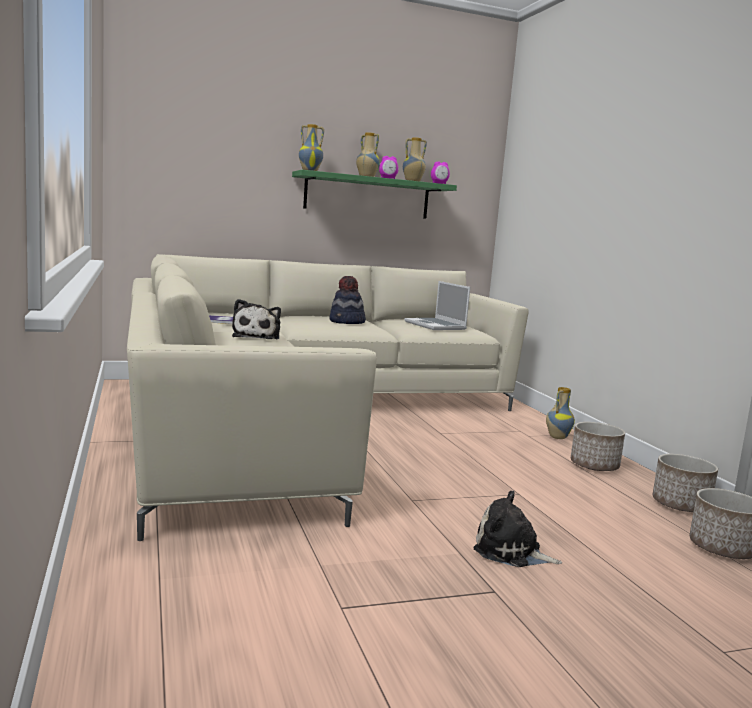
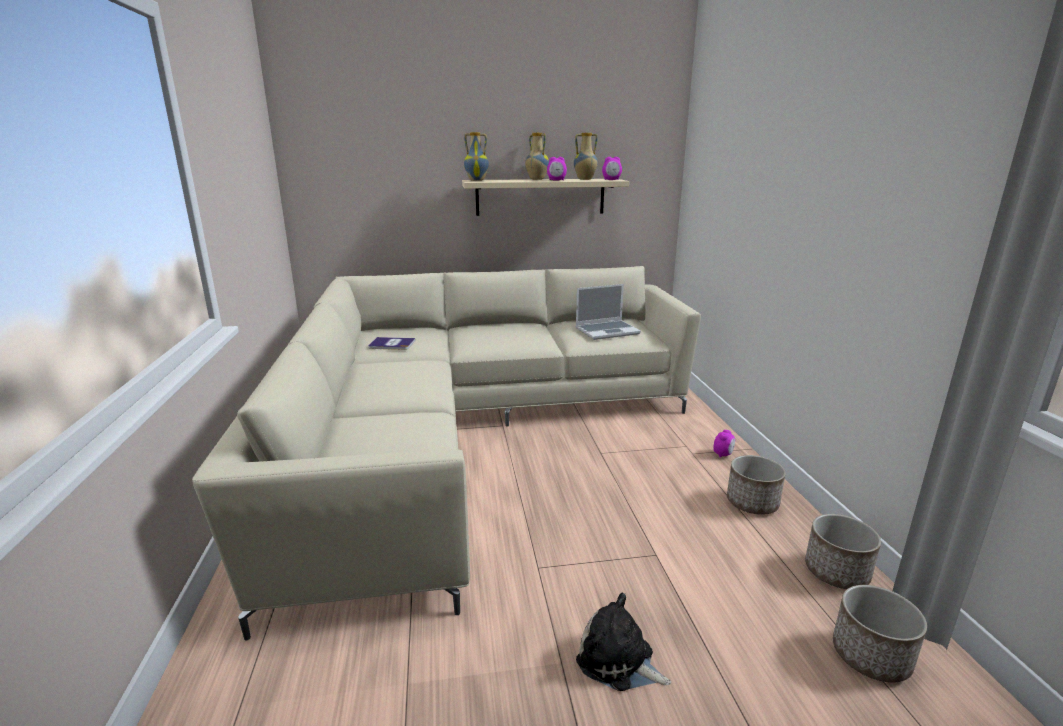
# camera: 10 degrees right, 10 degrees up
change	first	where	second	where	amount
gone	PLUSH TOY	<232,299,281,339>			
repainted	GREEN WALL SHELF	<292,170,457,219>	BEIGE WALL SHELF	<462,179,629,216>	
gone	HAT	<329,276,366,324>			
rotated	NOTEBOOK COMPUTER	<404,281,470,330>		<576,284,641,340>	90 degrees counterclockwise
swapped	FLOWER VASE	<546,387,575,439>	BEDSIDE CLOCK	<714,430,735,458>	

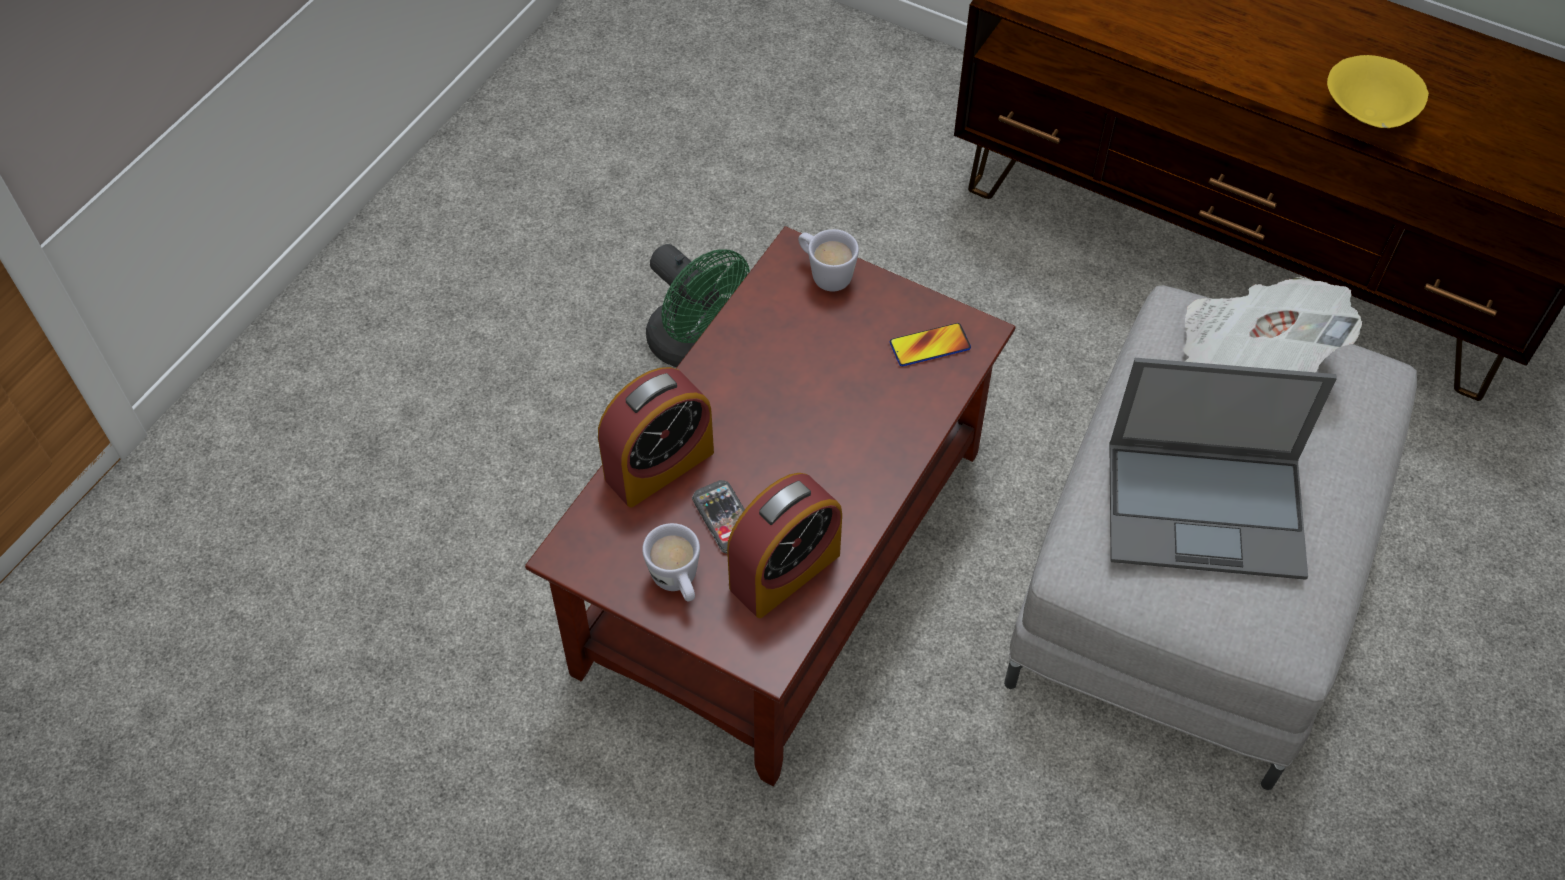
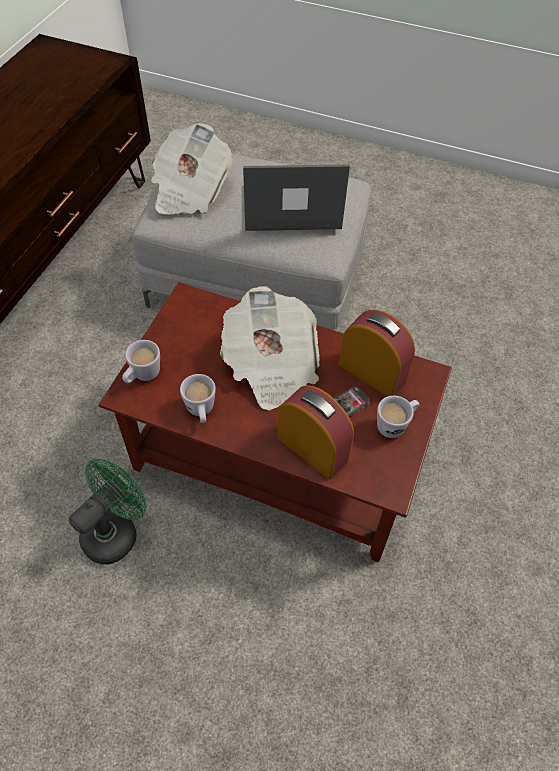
# camera: 100 degrees left, 0 degrees up
change	first	where	second	where	amount
gone	TELEPHONE	<890,323,971,366>			
rotated	NOTEBOOK COMPUTER	<1109,358,1337,580>		<243,164,350,231>	90 degrees counterclockwise
gone	YELLOW SERVING BOWL	<1327,55,1429,128>			
new			WHITE-COLOURED COFFEE MUG	<180,374,216,423>	
new			PRINTED PAPER	<220,286,320,411>	

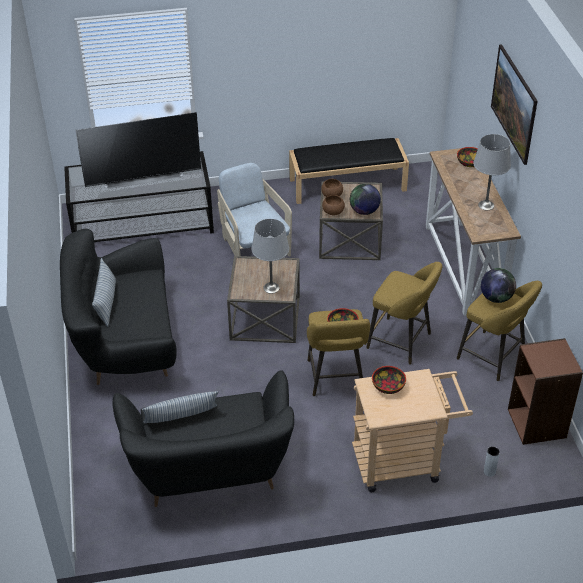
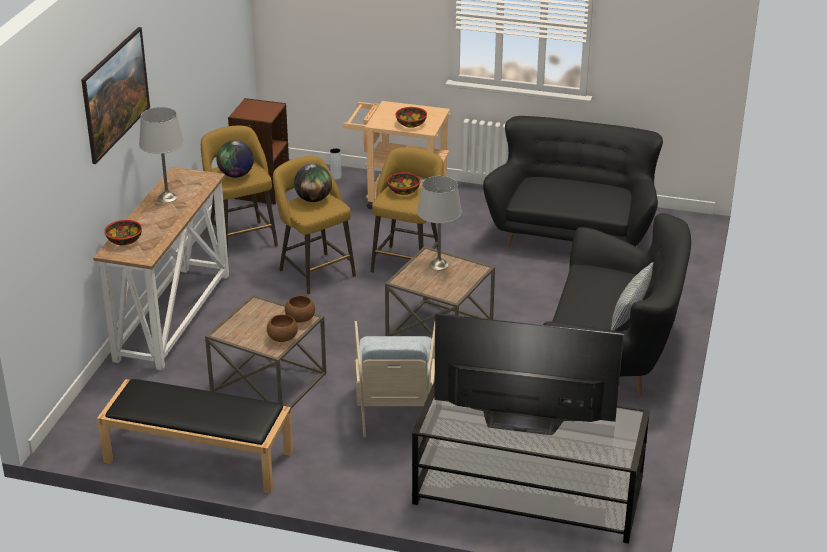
# camera: 155 degrees left, 10 degrees down
change	first	where	second	where	amount
gone	PILLOW	<142,391,218,423>			
shifted	DESK GLOBE	<350,184,381,215>		<294,164,332,202>	

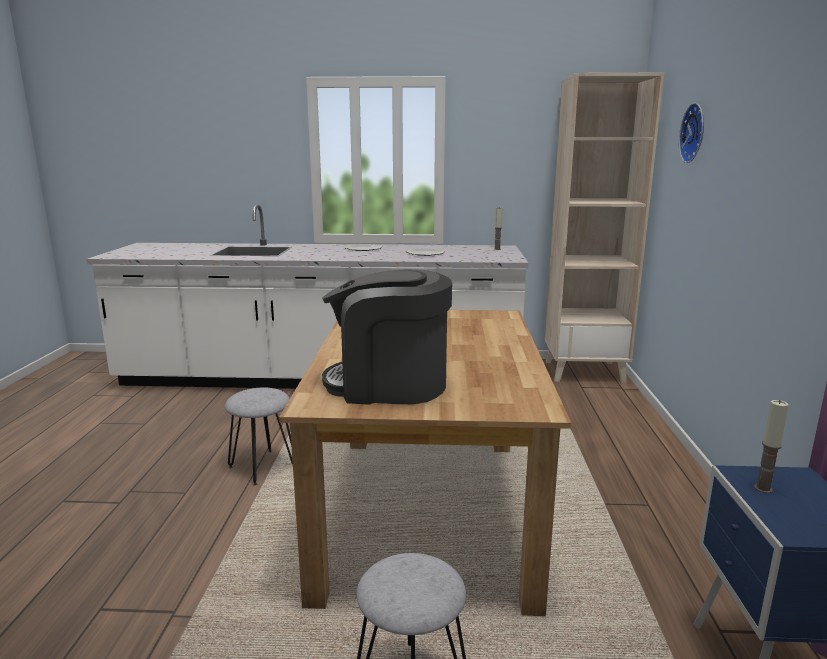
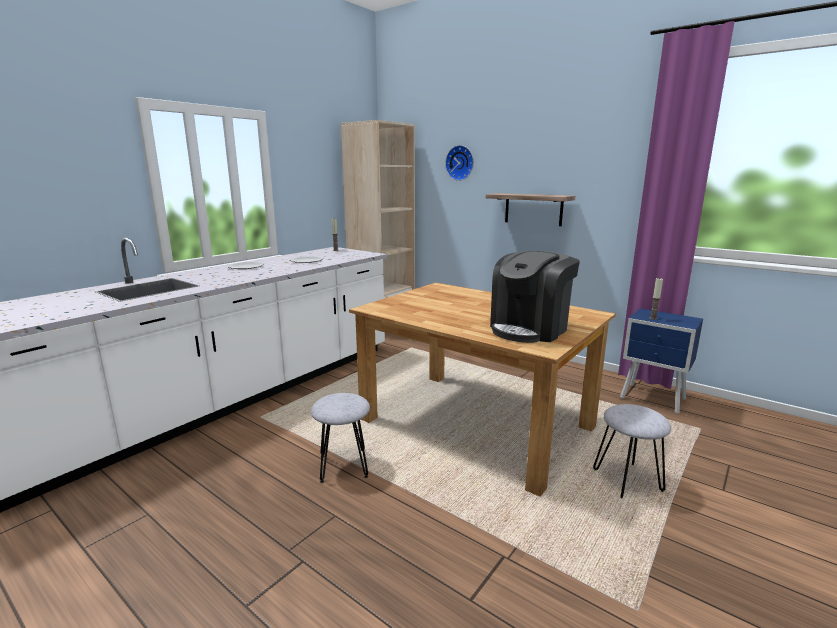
# camera: 55 degrees left, 0 degrees up
change	first	where	second	where	amount
new			WALL SHELF	<486,193,575,226>	

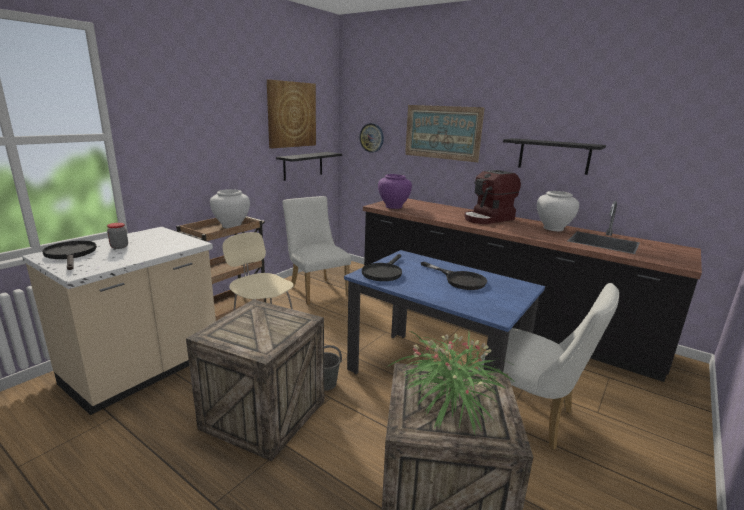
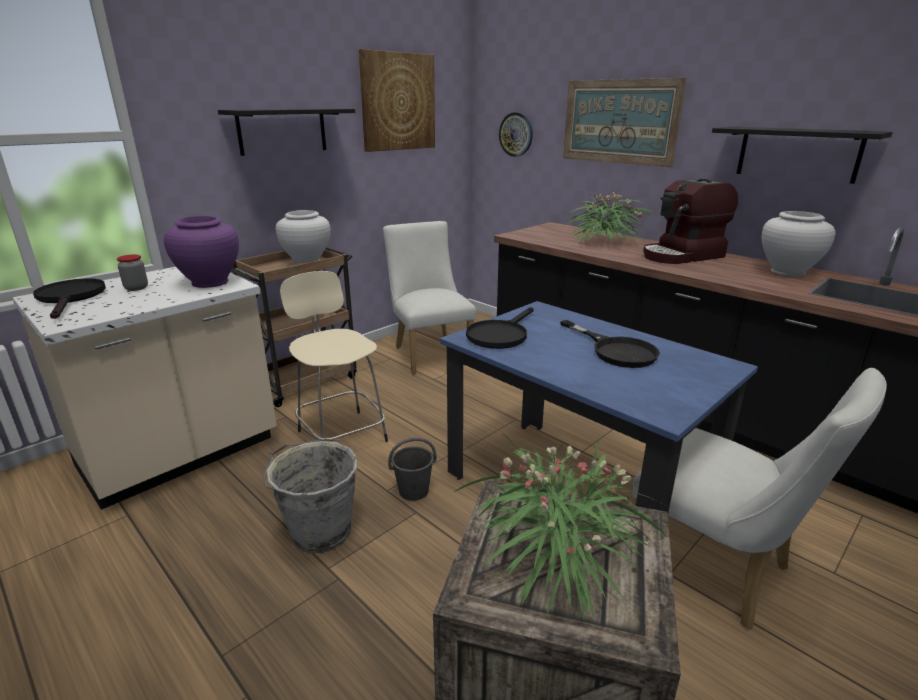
# camera: 10 degrees right, 5 degrees up
change	first	where	second	where	amount
swapped	SHIPPING CRATE	<186,299,324,461>	GREY BUCKET	<263,439,358,553>	
shifted	BLACK-COLOURED WALL SHELF	<276,152,342,181>		<218,108,355,156>	
shifted	PURPLE-COLOURED FLOWER VASE	<378,174,412,209>		<164,216,239,288>	
new			HOUSEPLANT	<566,192,653,249>	

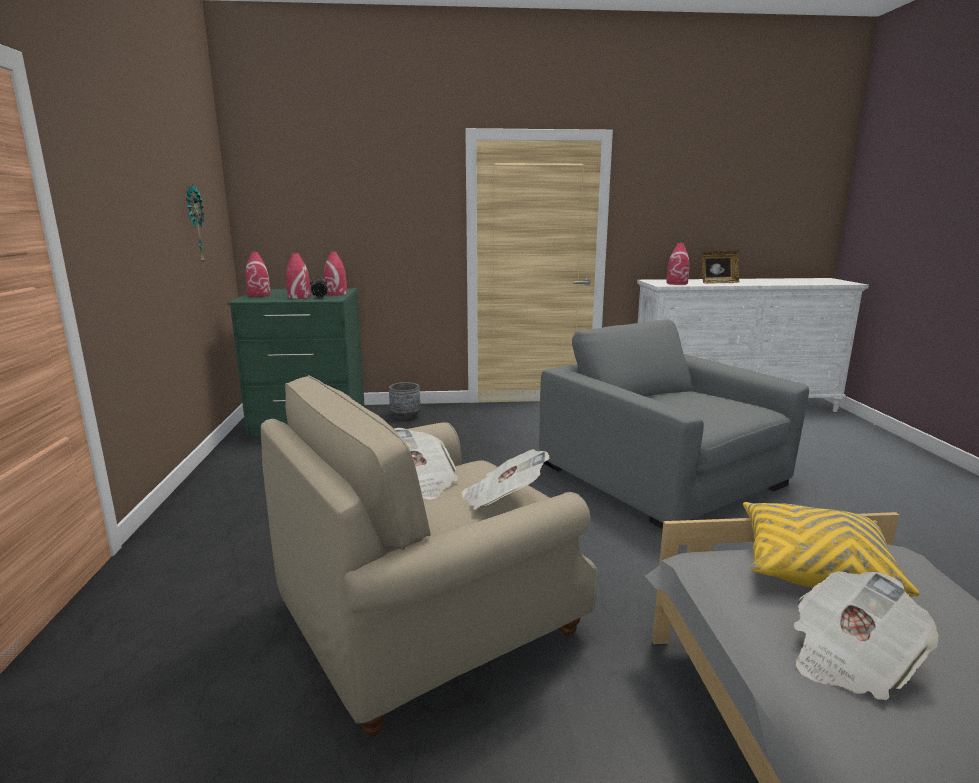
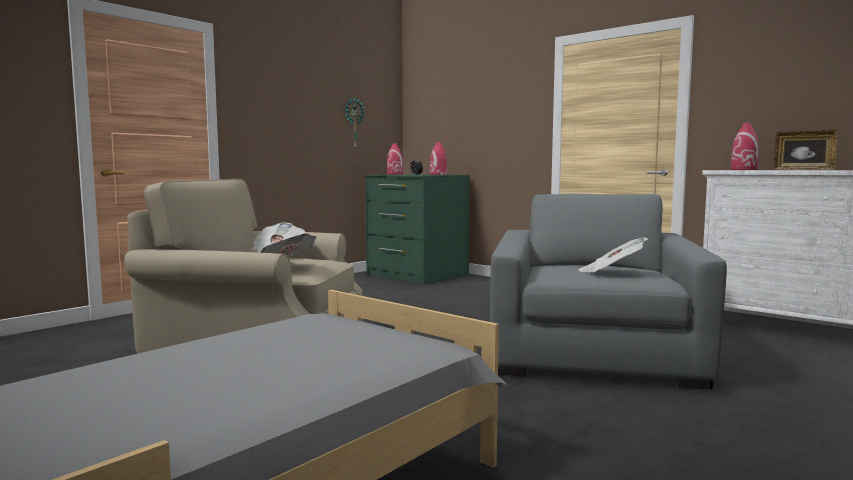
# camera: 45 degrees right, 10 degrees down
change	first	where	second	where	amount
gone	REDDISH FLOWER VASE	<286,253,311,299>			
gone	GREY PLANT POT	<389,382,420,420>			
gone	YELLOW PILLOW	<743,502,920,596>			
shifted	PRINTED PAPER	<793,571,939,700>		<579,237,648,273>	

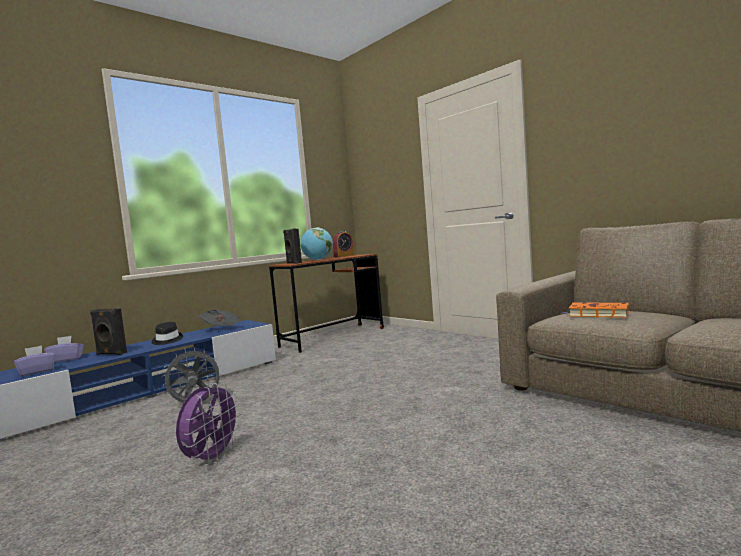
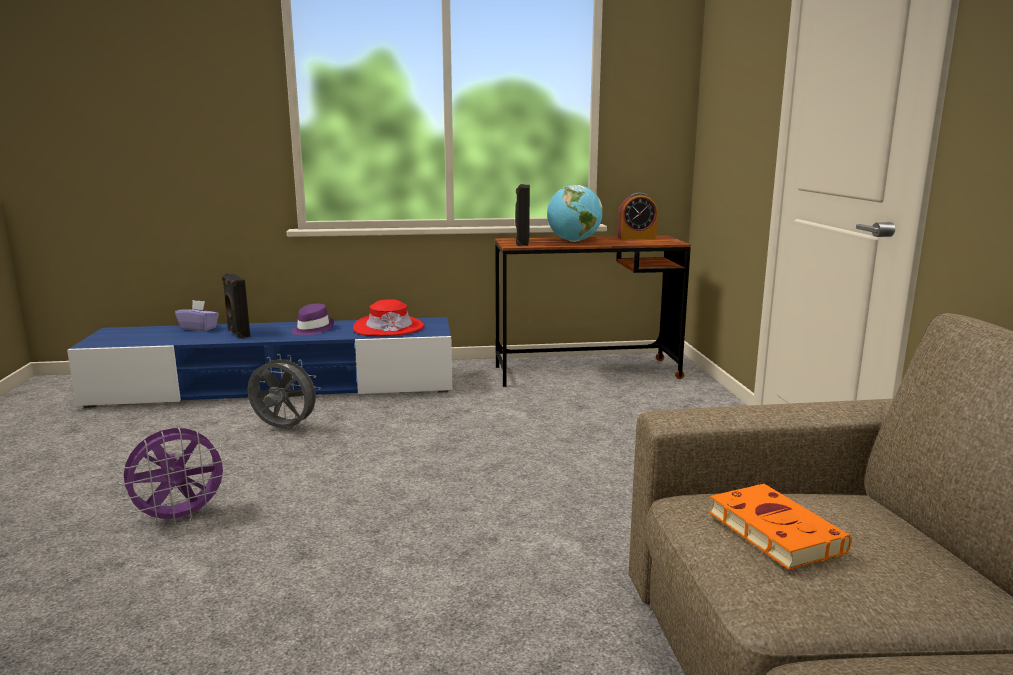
# camera: 35 degrees right, 10 degrees up
change	first	where	second	where	amount
gone	PURPLE-COLOURED TISSUE BOX	<14,345,55,376>			
repainted	BLACK-COLOURED HAT	<151,322,183,345>	PURPLE-COLOURED HAT	<292,304,334,335>	
swapped	PRINTED PAPER	<197,310,239,326>	REDDISH HAT	<353,299,424,336>	

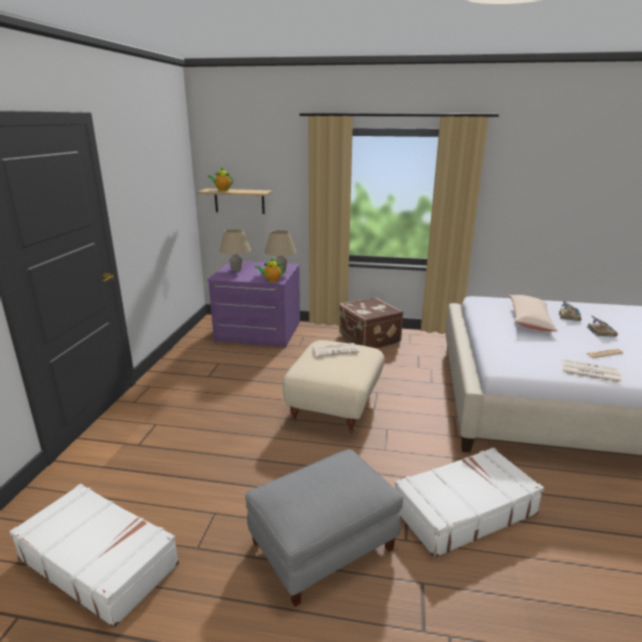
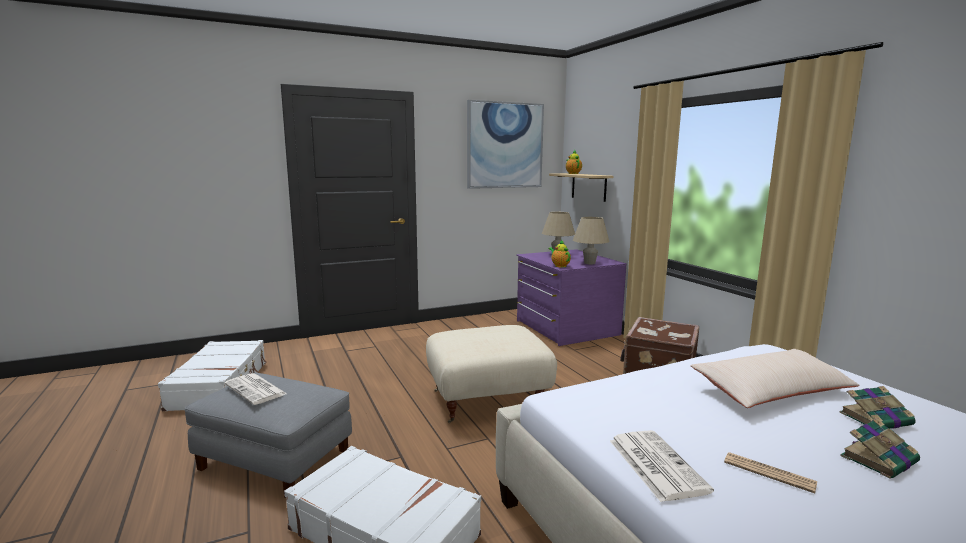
# camera: 55 degrees right, 10 degrees down
change	first	where	second	where	amount
shifted	PRINTED PAPER	<313,343,360,357>		<224,373,287,405>	
new			WALL ART	<467,100,544,189>	

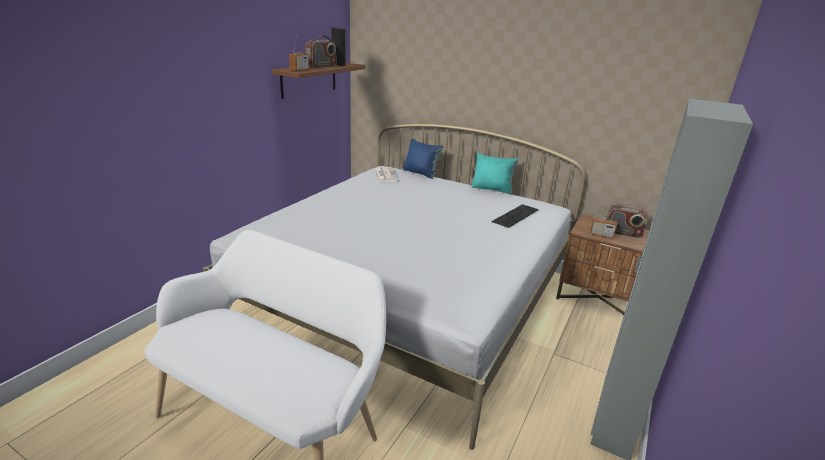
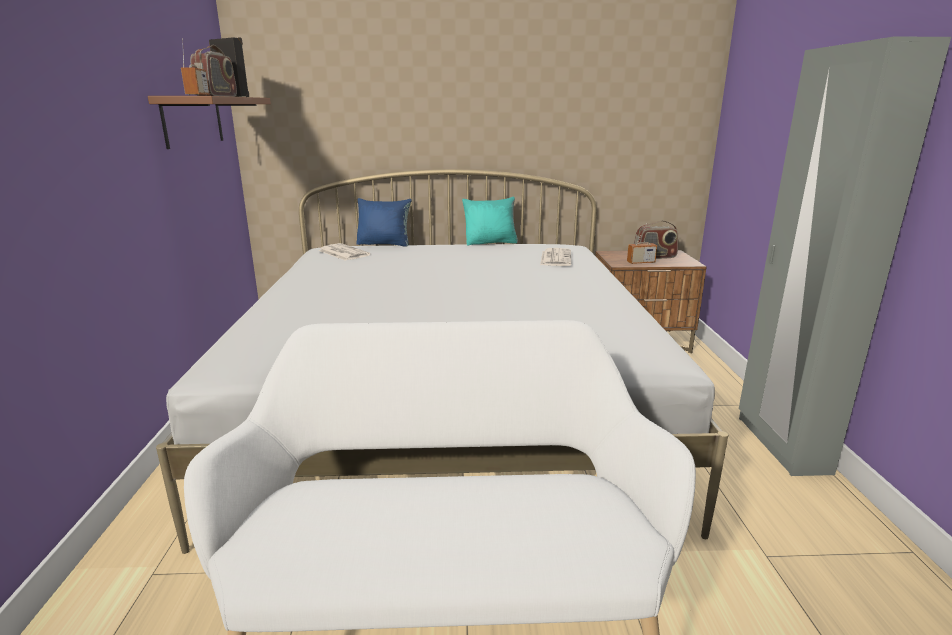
# camera: 30 degrees left, 5 degrees down
change	first	where	second	where	amount
swapped	KEYBOARD	<492,204,539,228>	PRINTED PAPER	<540,248,571,266>	

